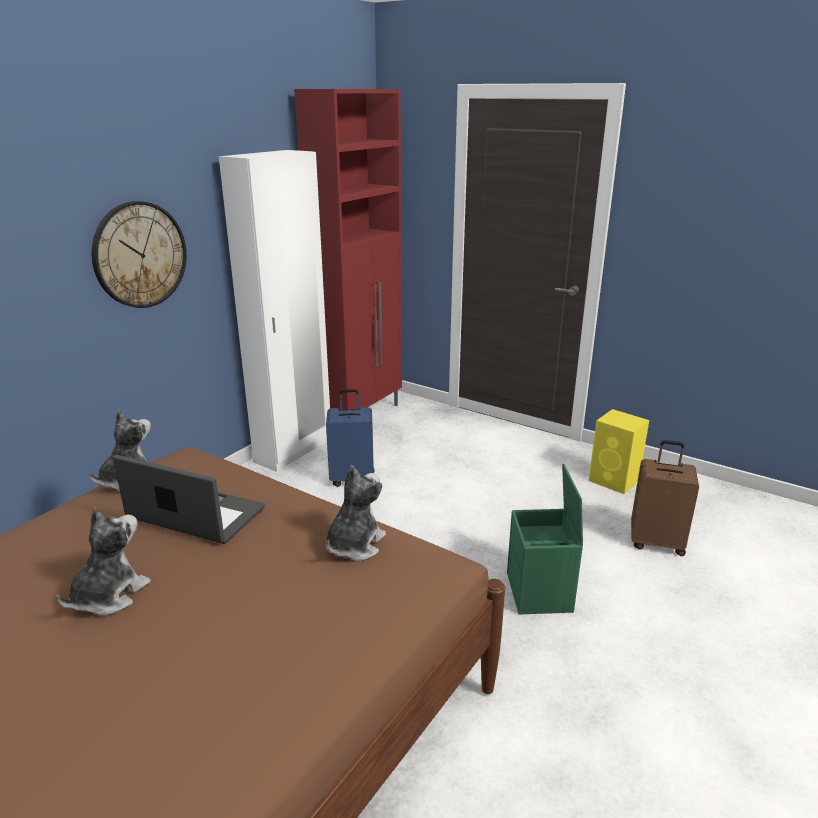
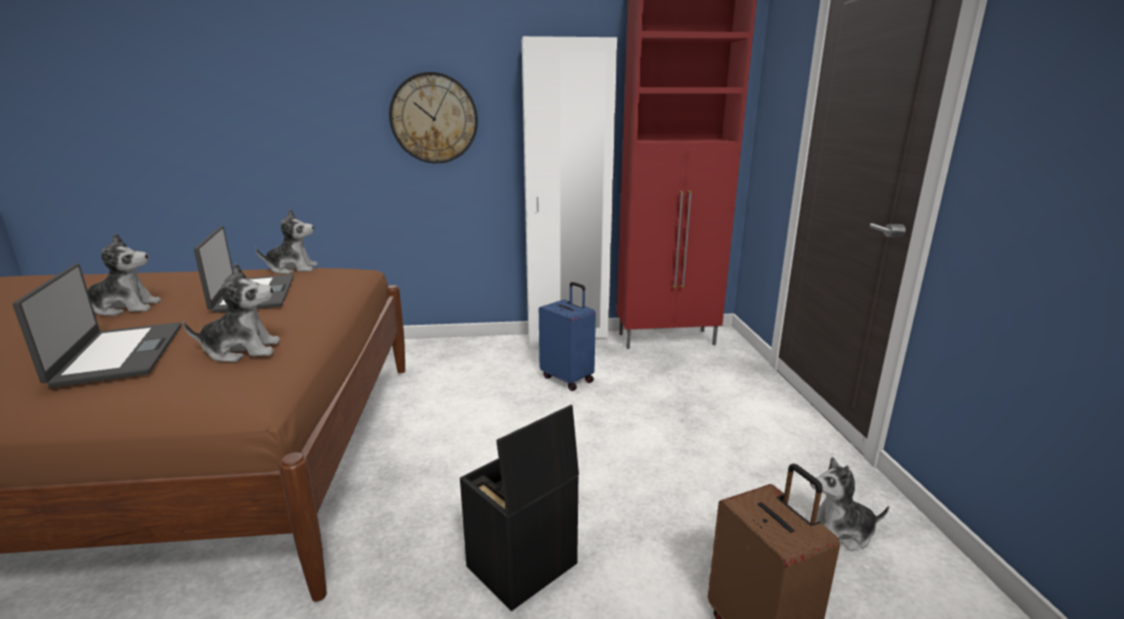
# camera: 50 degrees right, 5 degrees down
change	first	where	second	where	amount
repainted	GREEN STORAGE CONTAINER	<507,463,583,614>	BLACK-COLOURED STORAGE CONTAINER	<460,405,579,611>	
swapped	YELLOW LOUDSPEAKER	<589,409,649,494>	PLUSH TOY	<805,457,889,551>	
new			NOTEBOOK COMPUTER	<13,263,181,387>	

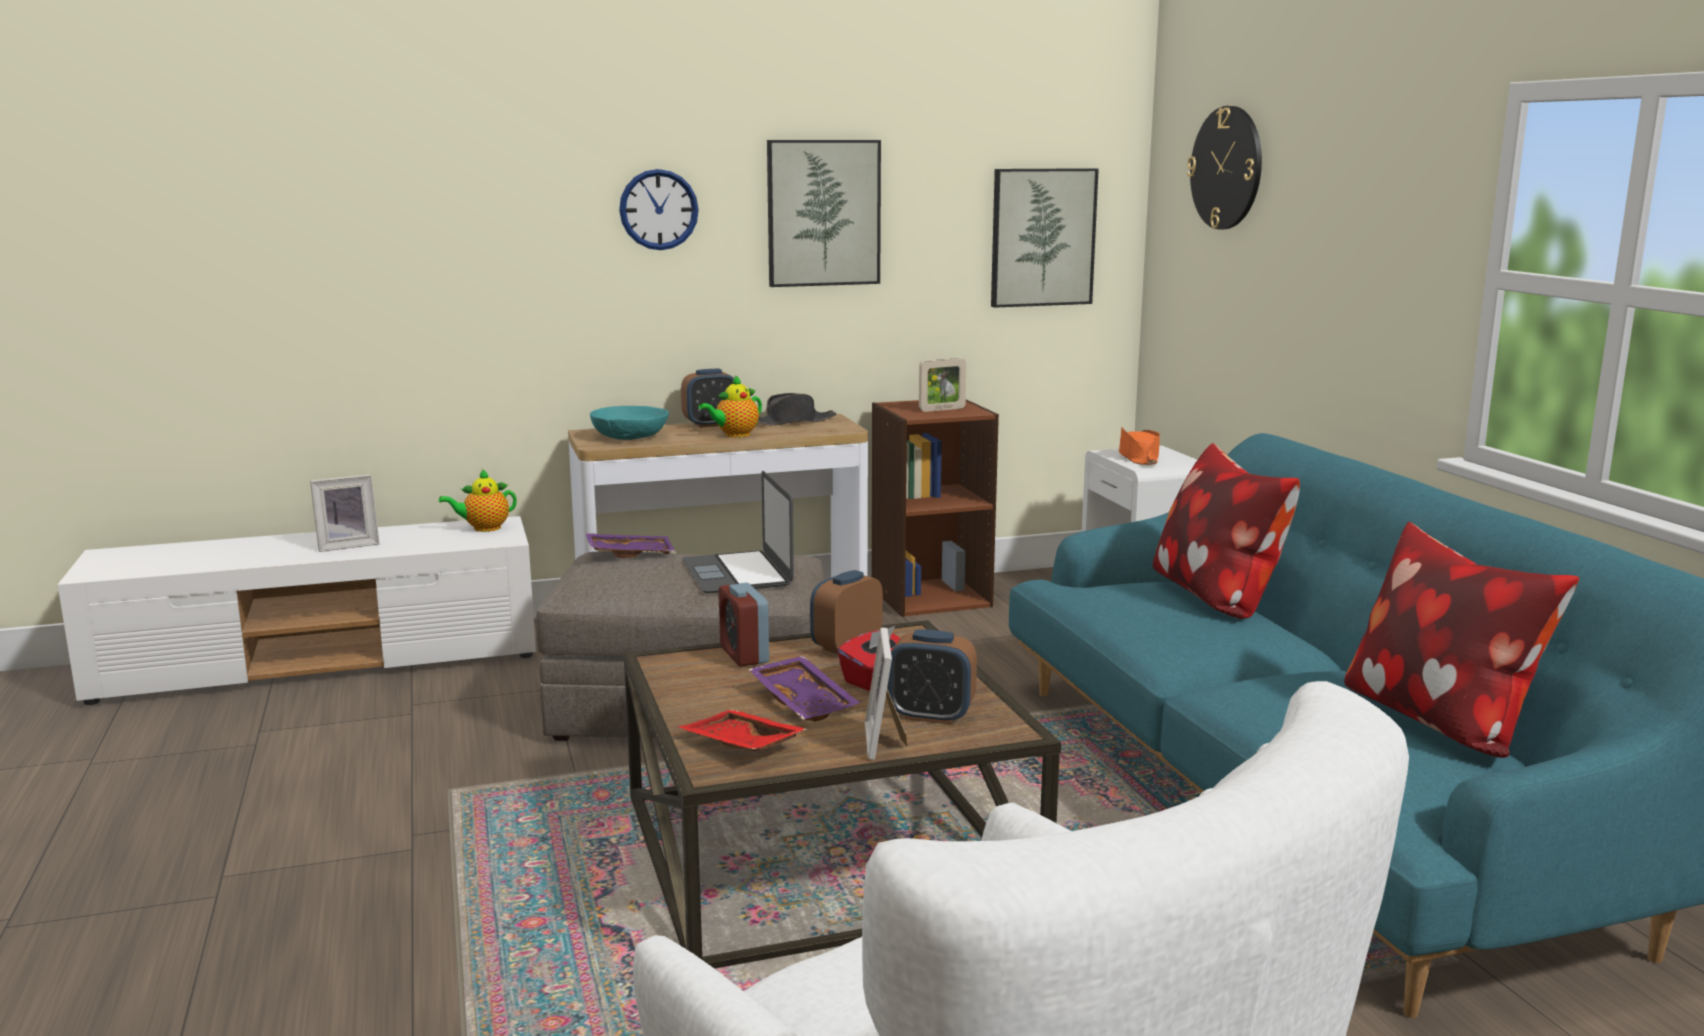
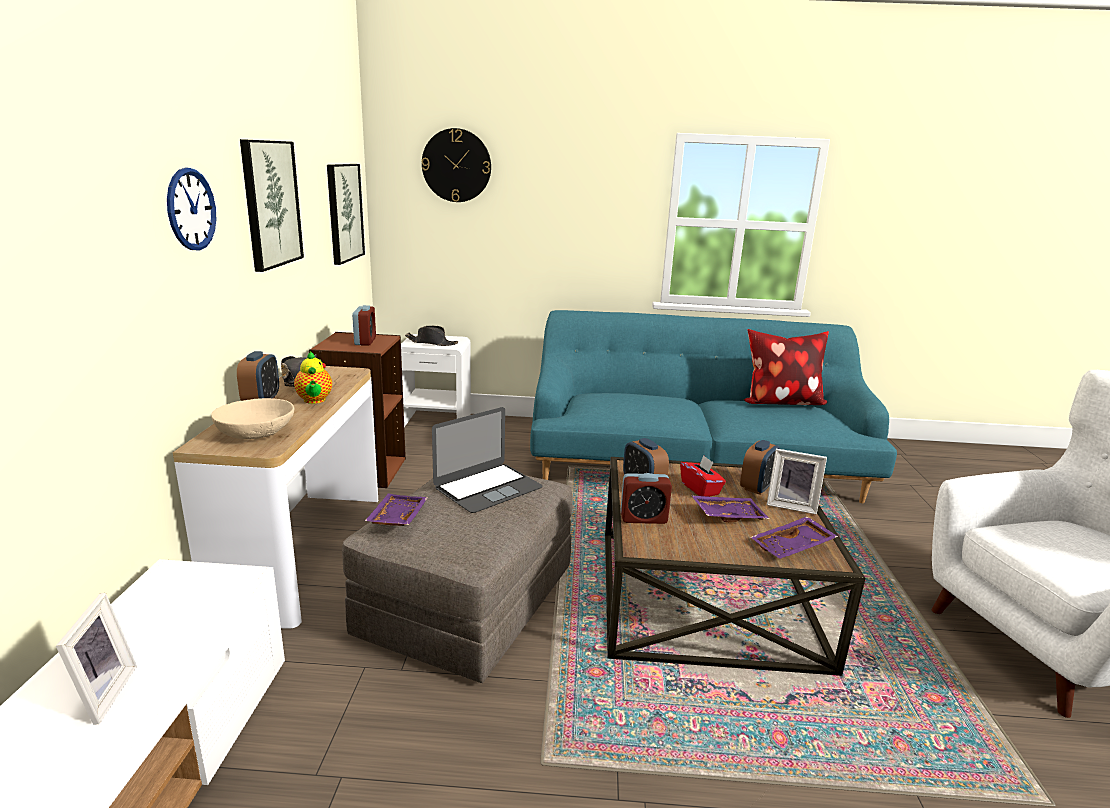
# camera: 70 degrees left, 5 degrees up
change	first	where	second	where	amount
gone	POT FOR TEA	<439,469,517,532>			
repainted	BLUE-GREEN SERVING BOWL	<590,406,669,440>	BEIGE SERVING BOWL	<211,398,294,439>	
repainted	REDDISH CARRYING TRAY	<679,710,807,752>	PURPLE-COLOURED CARRYING TRAY	<750,517,839,559>	
rotated	NOTEBOOK COMPUTER	<682,471,794,593>		<432,407,543,513>	45 degrees counterclockwise
swapped	PICTURE FRAME	<919,358,966,412>	BEDSIDE CLOCK	<352,305,376,346>	
repainted	ORANGEY HAT	<1119,427,1160,465>	BLACK-COLOURED HAT	<405,326,458,346>	
gone	PILLOW	<1153,443,1300,619>			

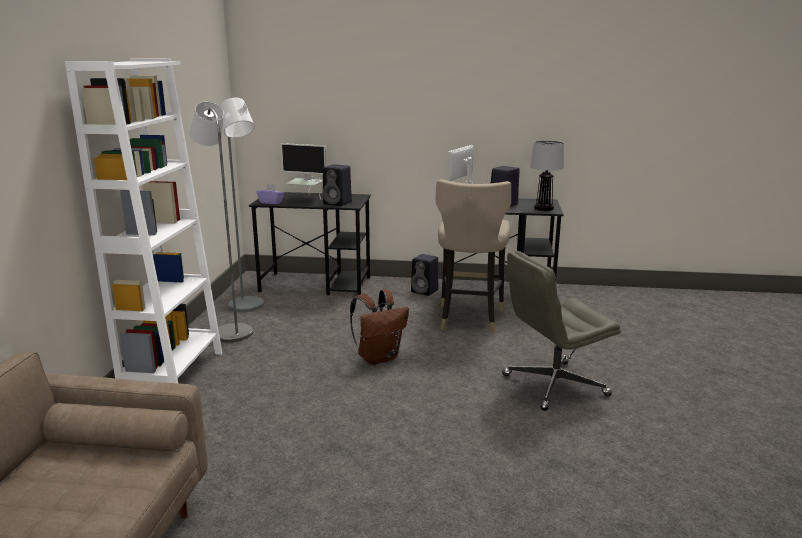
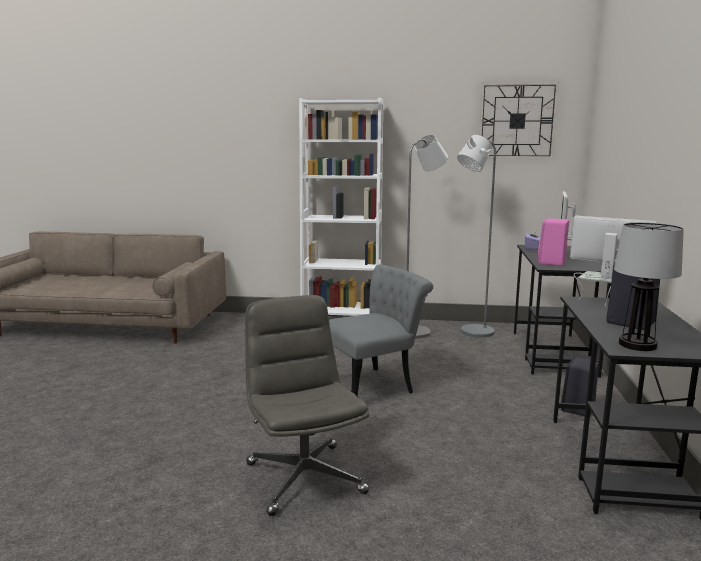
# camera: 90 degrees right, 5 degrees down
change	first	where	second	where	amount
repainted	BLACK-COLOURED LOUDSPEAKER	<322,164,352,206>	PINK-COLOURED LOUDSPEAKER	<538,218,569,266>	
swapped	BROWN-COLOURED RUCKSACK	<350,289,409,365>	GREY CHAIR	<329,264,433,397>	
gone	BEIGE SITTING STOOL	<435,179,511,333>			
new			HANGING CLOCK	<479,82,559,159>	

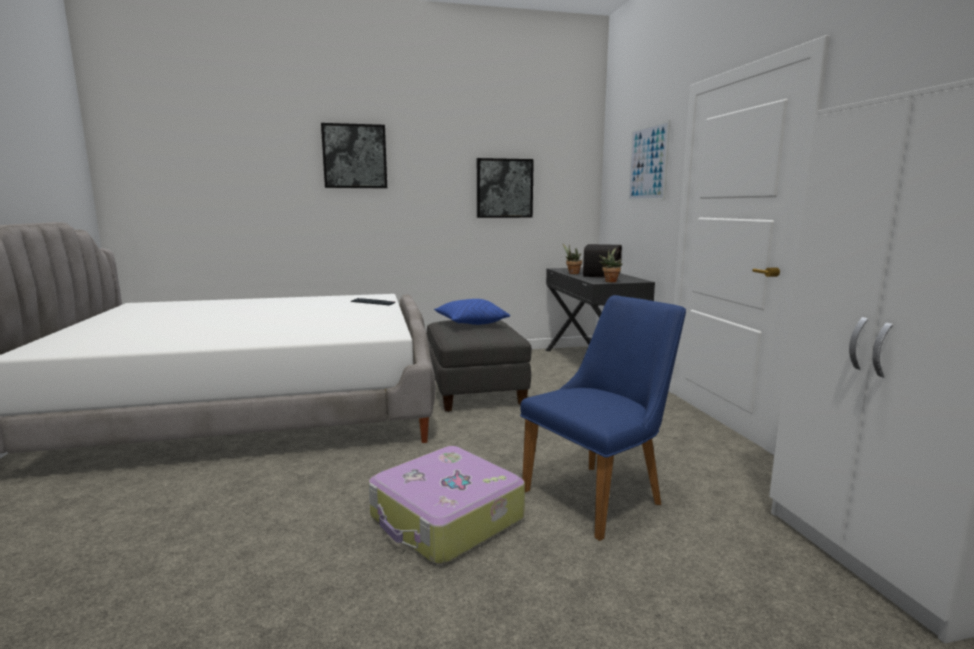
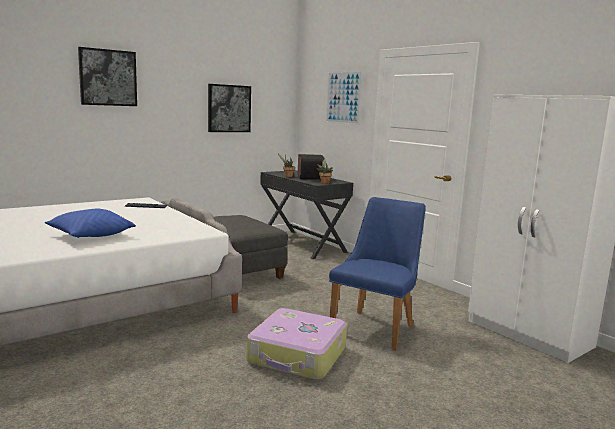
# camera: 25 degrees left, 0 degrees up
change	first	where	second	where	amount
shifted	BLUISH PILLOW	<434,299,510,325>		<45,209,136,238>	

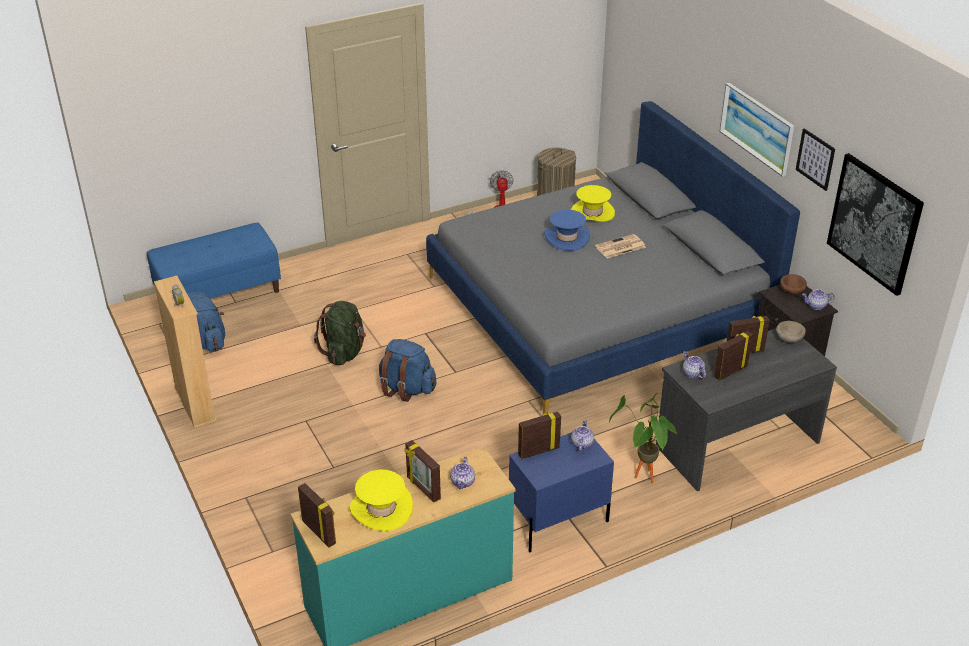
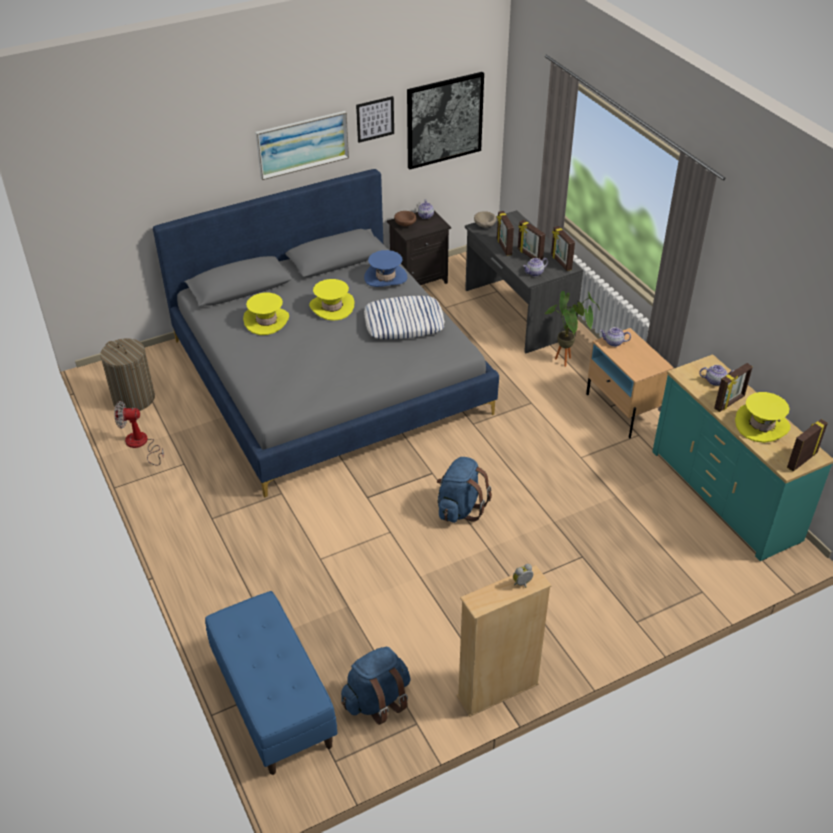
# camera: 90 degrees left, 5 degrees up
change	first	where	second	where	amount
gone	GREEN RUCKSACK	<314,301,366,365>			
repainted	BLUISH NIGHT TABLE	<509,432,614,552>	BEIGE NIGHT TABLE	<586,328,674,438>	
shifted	PICTURE FRAME	<518,412,561,459>		<551,226,575,271>	
shifted	BLUISH HAT	<544,209,590,251>		<364,250,408,287>	
swapped	PRINTED PAPER	<595,234,646,258>	YELLOW HAT	<309,279,354,321>	
new			PILLOW	<364,296,445,339>	

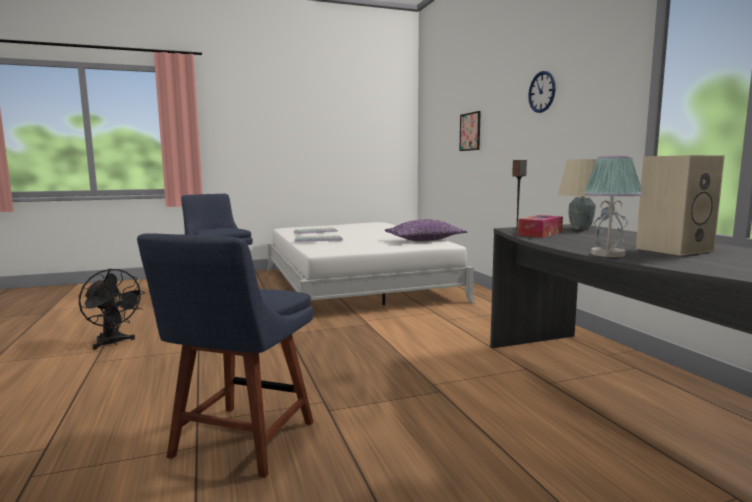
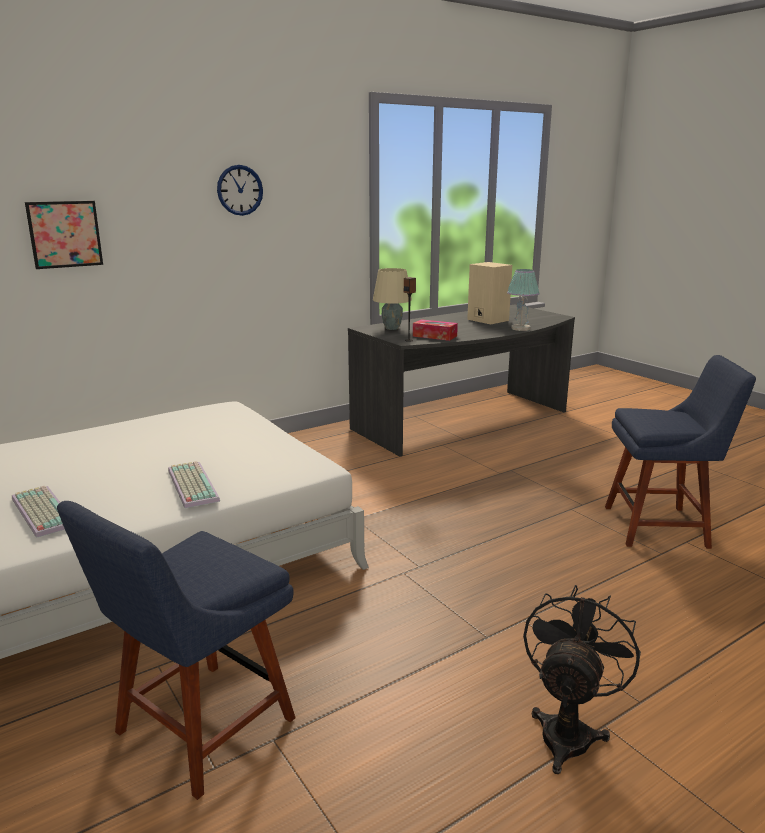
# camera: 105 degrees left, 10 degrees up
change	first	where	second	where	amount
gone	PURPLE-COLOURED PILLOW	<385,219,467,241>			

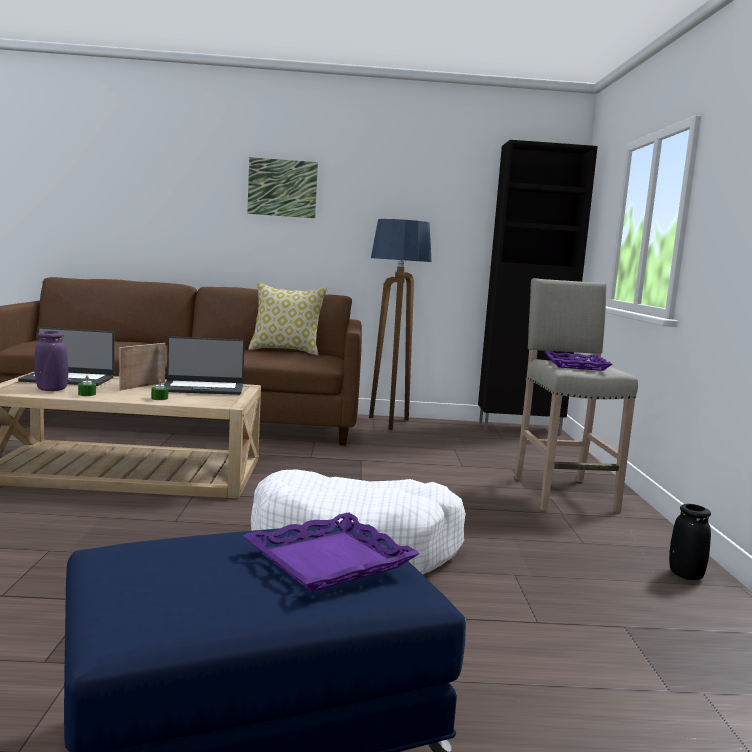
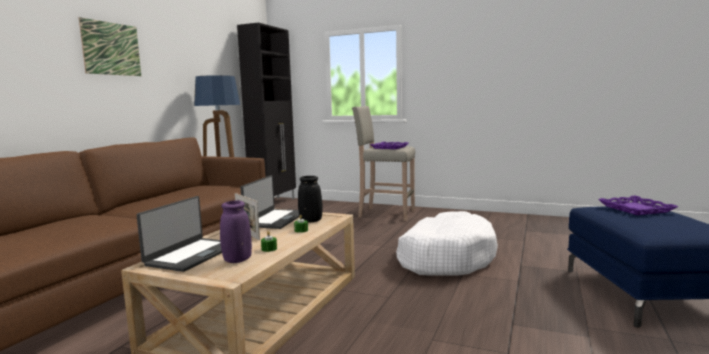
# camera: 65 degrees left, 0 degrees up
change	first	where	second	where	amount
gone	PILLOW	<248,283,327,355>			
shifted	BLACK-COLOURED FLOWER VASE	<669,504,711,580>		<298,176,323,222>	

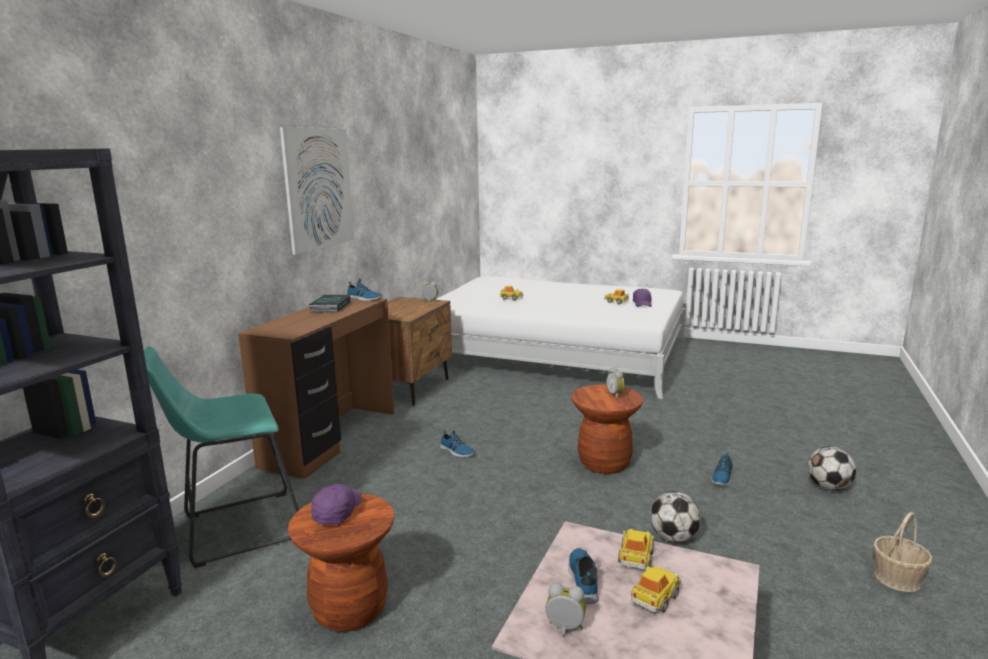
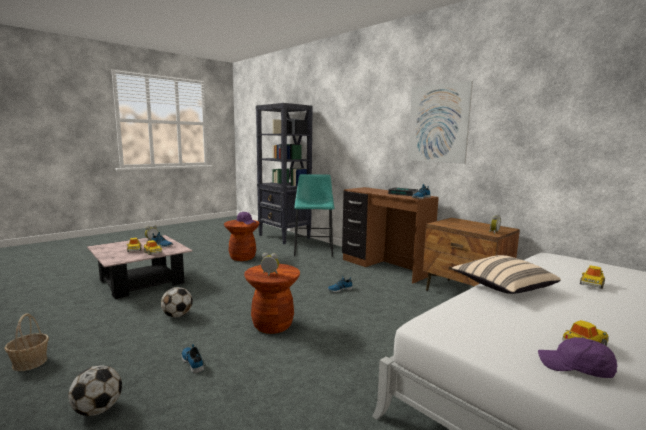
# camera: 115 degrees right, 5 degrees down
change	first	where	second	where	amount
new			BEIGE PILLOW	<452,255,561,294>	

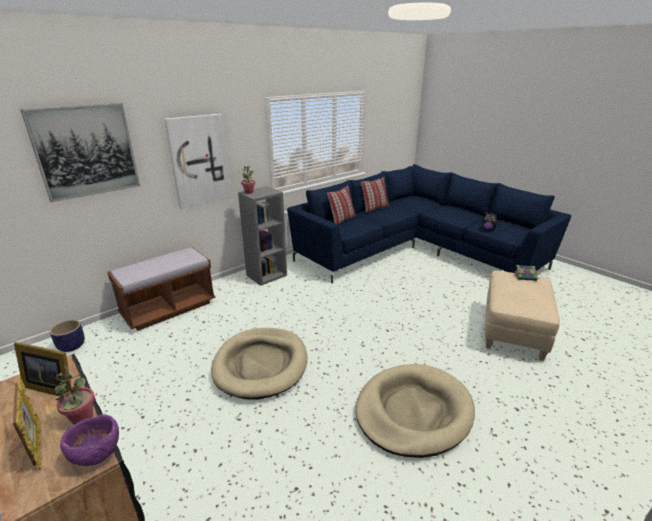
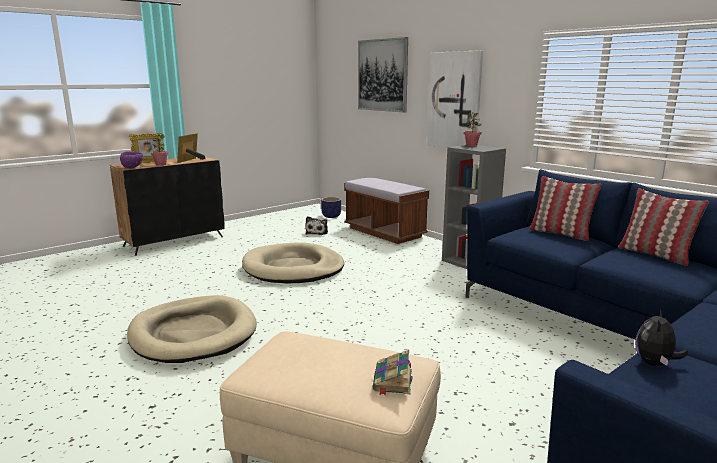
# camera: 90 degrees right, 10 degrees down
change	first	where	second	where	amount
new			PLUSH TOY	<305,216,328,235>	

